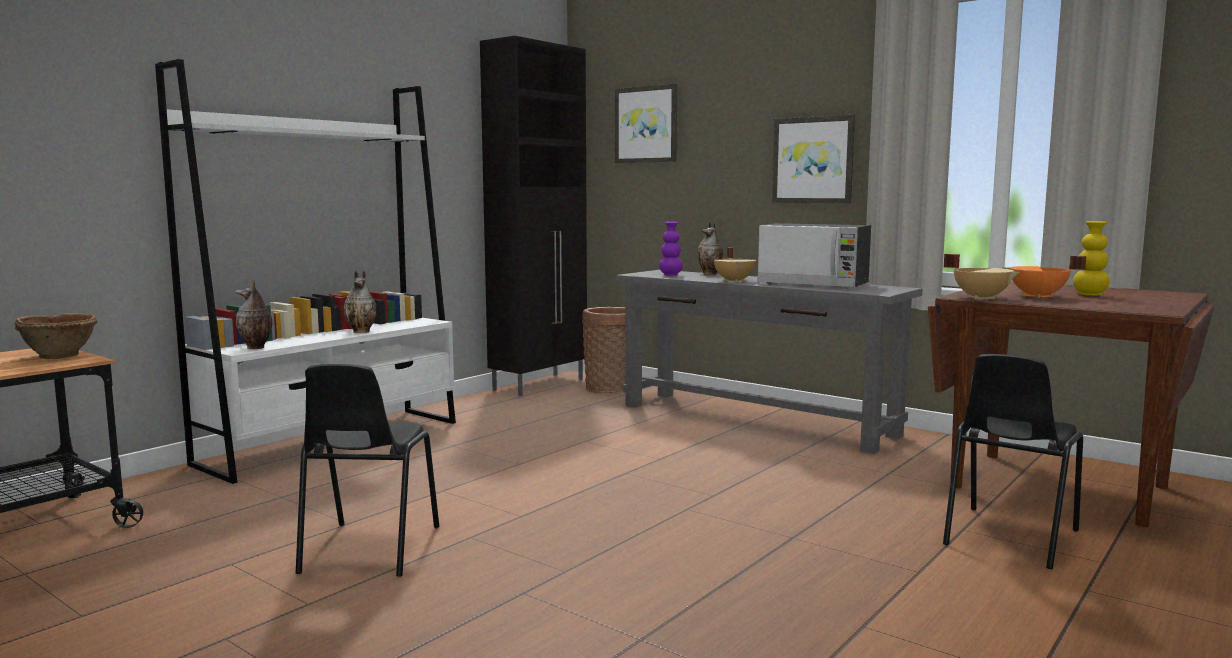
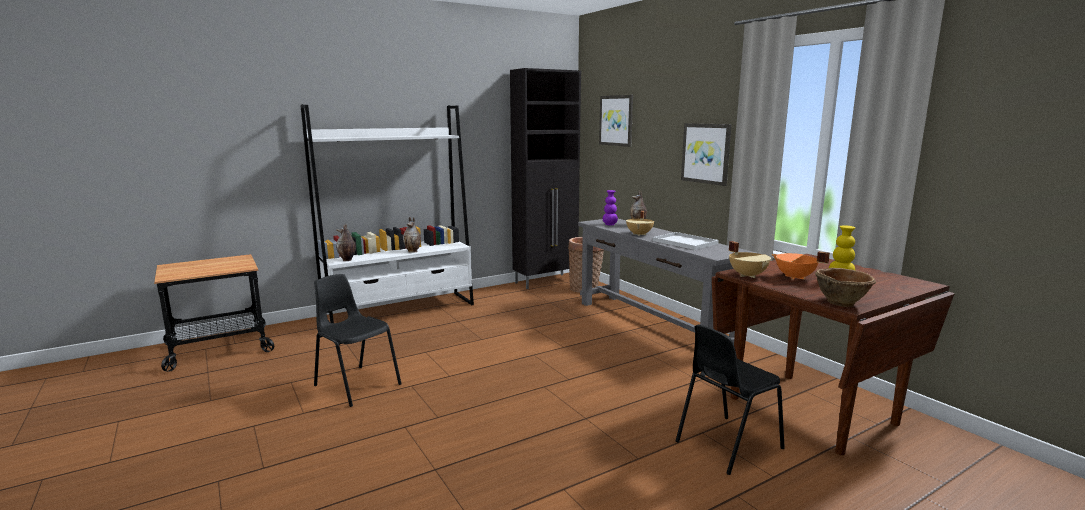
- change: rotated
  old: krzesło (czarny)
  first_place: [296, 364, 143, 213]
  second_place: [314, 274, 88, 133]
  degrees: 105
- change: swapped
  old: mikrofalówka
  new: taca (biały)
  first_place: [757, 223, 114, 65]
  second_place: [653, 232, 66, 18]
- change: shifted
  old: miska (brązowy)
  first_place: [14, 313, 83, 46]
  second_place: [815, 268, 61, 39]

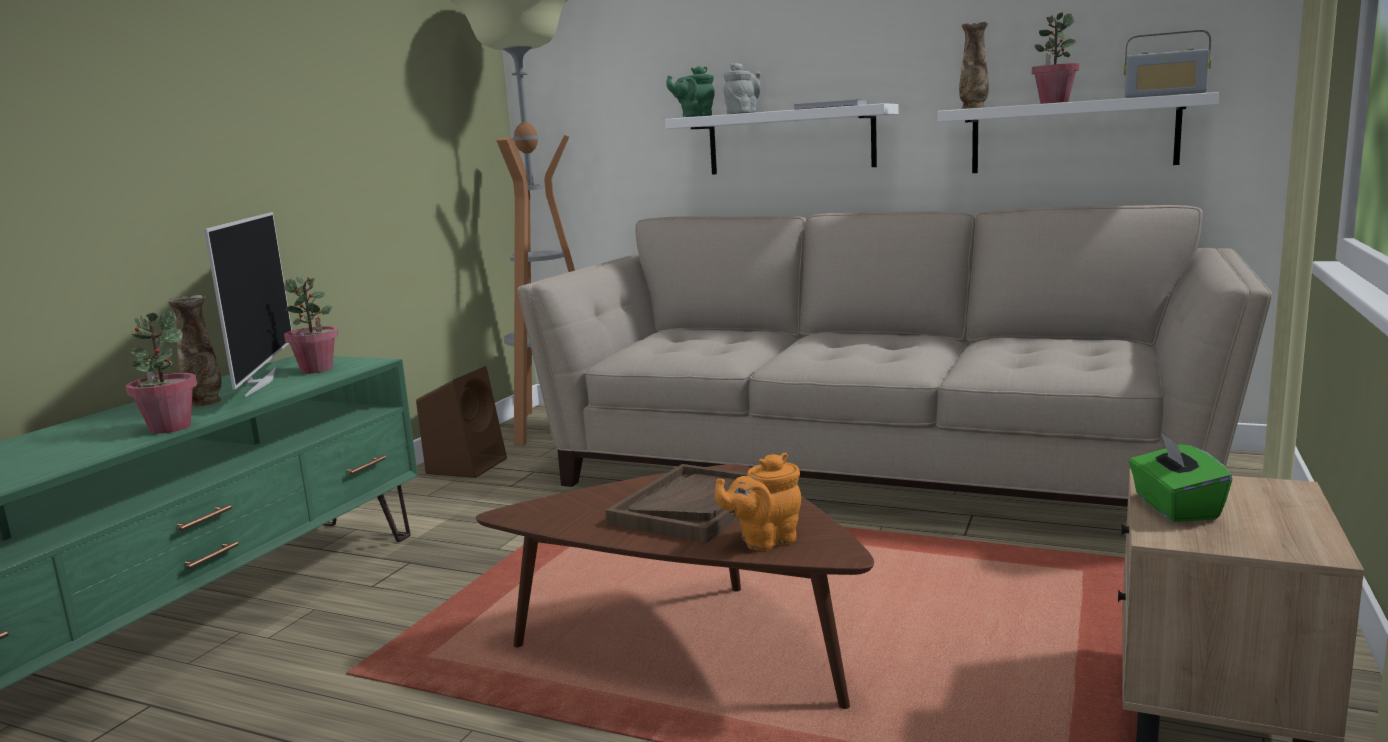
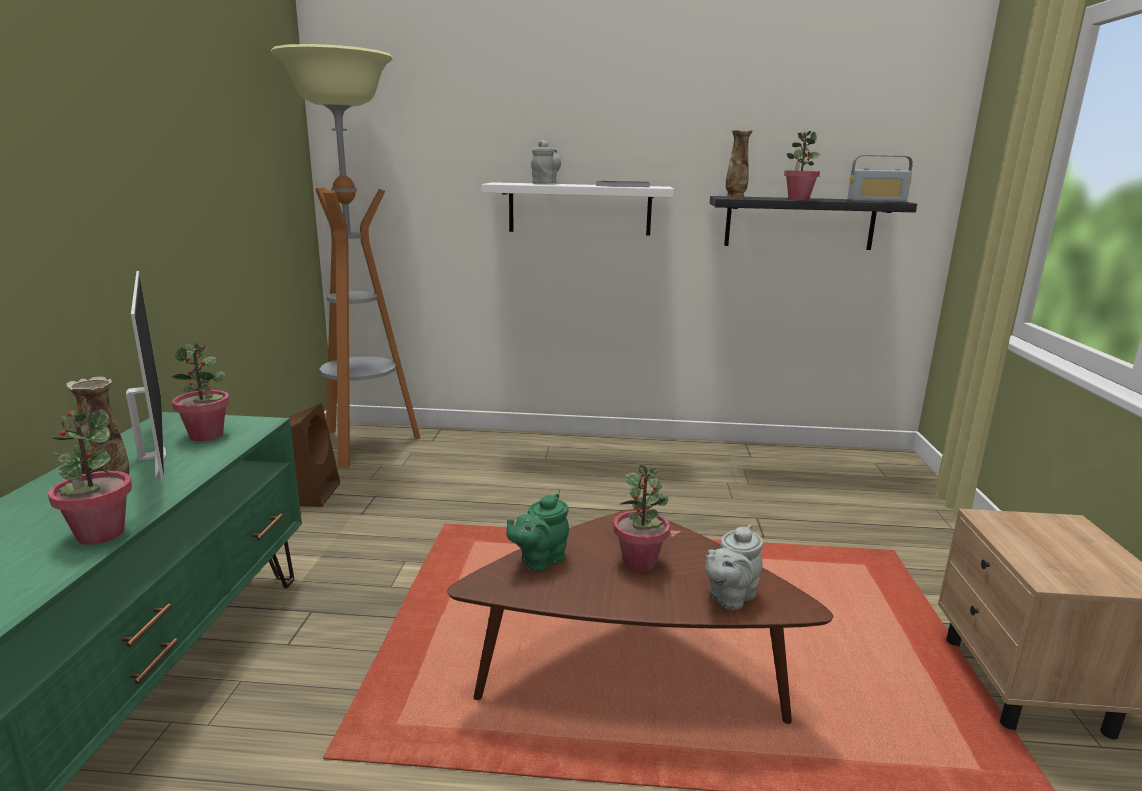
- change: shifted
  old: imbryk (zielony)
  first_place: [666, 66, 49, 51]
  second_place: [506, 493, 63, 79]
- change: swapped
  old: taca (brązowy)
  new: roślina doniczkowa
  first_place: [605, 464, 142, 79]
  second_place: [614, 465, 56, 106]
- change: repainted
  old: imbryk (pomarańczowy)
  new: imbryk (szary)
  first_place: [715, 453, 86, 98]
  second_place: [705, 524, 58, 86]
- change: repainted
  old: półka (biały)
  new: półka (czarny)
  first_place: [938, 92, 281, 81]
  second_place: [710, 196, 207, 54]
- change: gone
  old: kanapa (beżowy)
  first_place: [518, 205, 754, 302]
- change: gone
  old: pudełko chusteczek (zielony)
  first_place: [1128, 433, 104, 89]

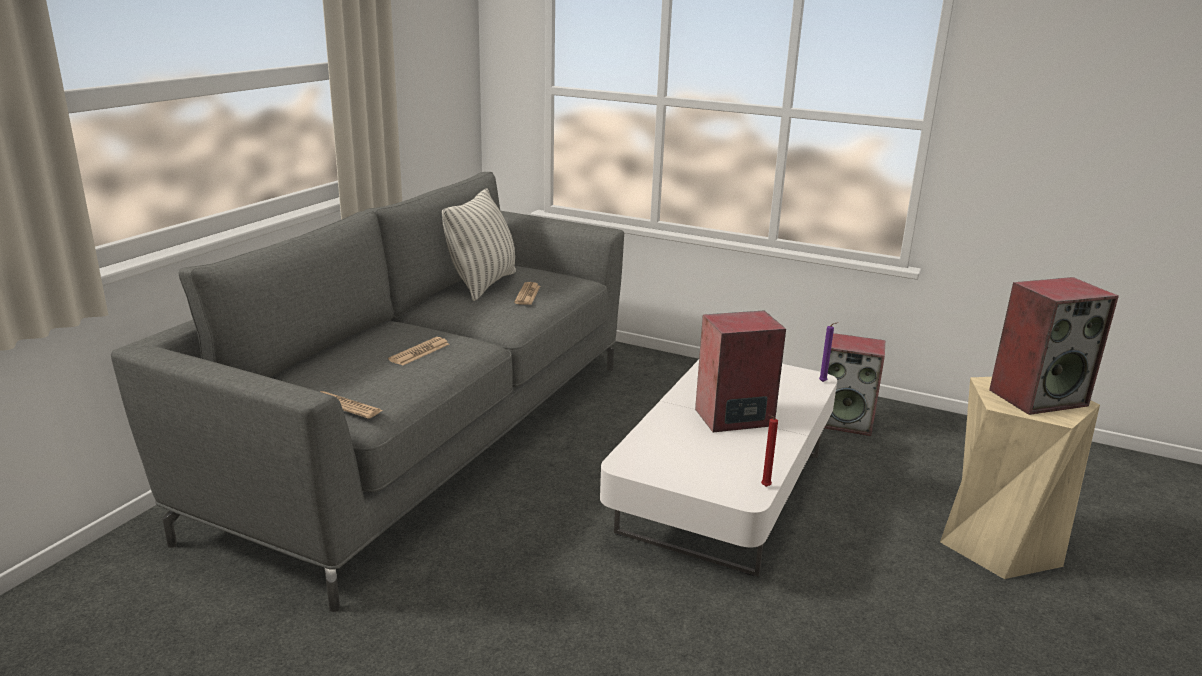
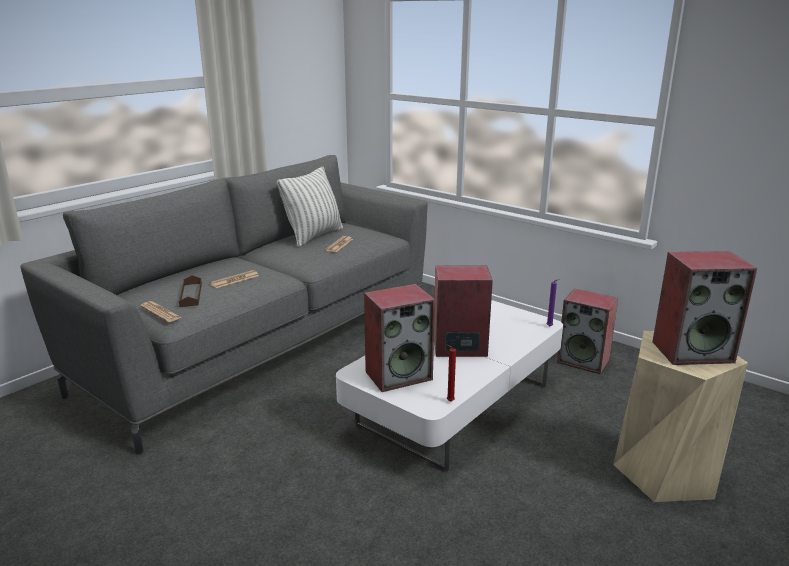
- change: new
  new: taca (brązowy)
  second_place: [179, 275, 23, 32]
- change: new
  new: głośnik
  second_place: [364, 284, 71, 108]

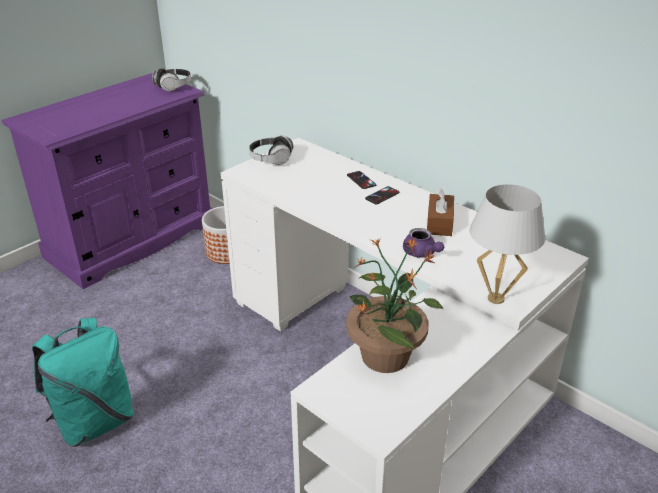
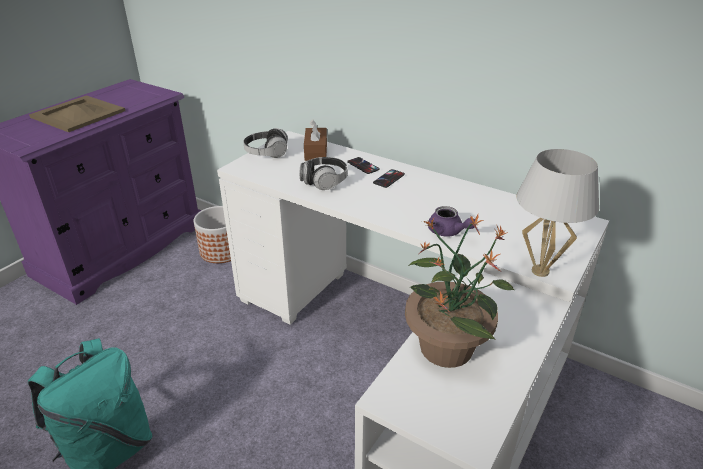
- change: new
  new: taca (beżowy)
  second_place: [29, 96, 96, 36]
- change: shifted
  old: słuchawki
  first_place: [152, 68, 39, 24]
  second_place: [300, 157, 48, 33]
- change: shifted
  old: pudełko chusteczek (brązowy)
  first_place: [427, 188, 27, 48]
  second_place: [304, 120, 23, 41]

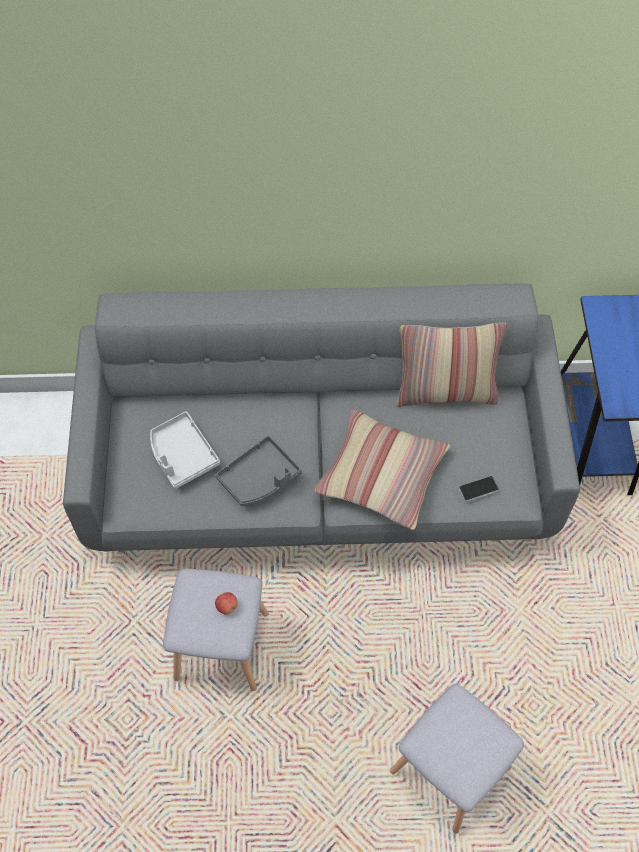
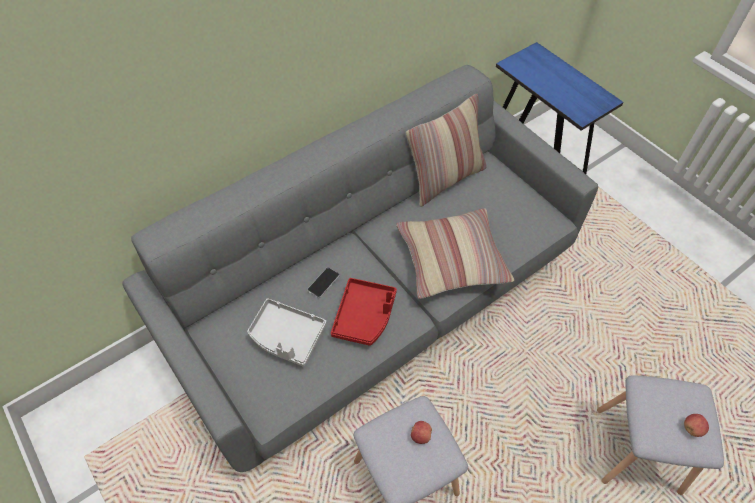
- change: shifted
  old: telefon
  first_place: [459, 476, 40, 25]
  second_place: [307, 267, 33, 31]
- change: repainted
  old: taca (szary)
  new: taca (czerwony)
  first_place: [215, 436, 87, 70]
  second_place: [331, 278, 66, 68]
- change: new
  new: jabłko
  second_place: [684, 414, 25, 23]

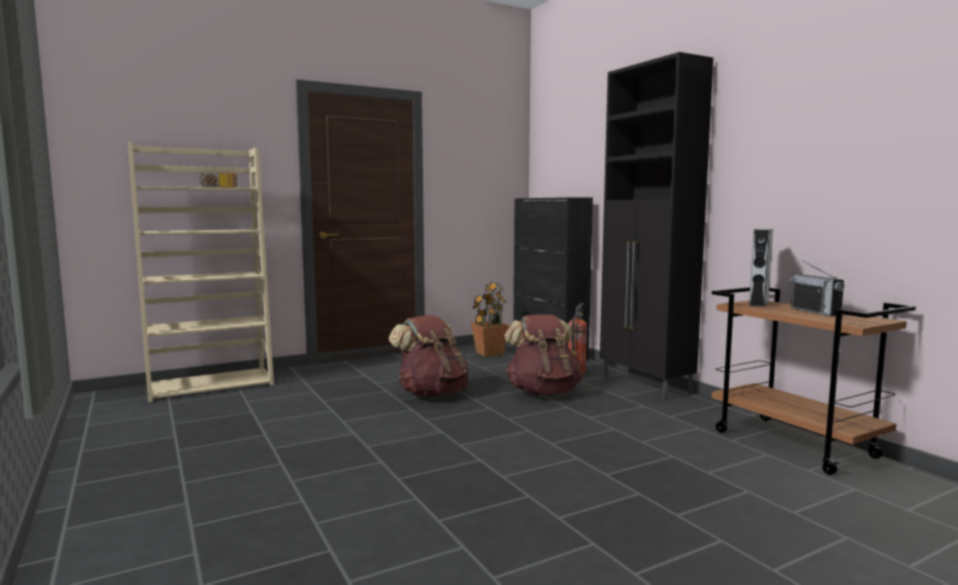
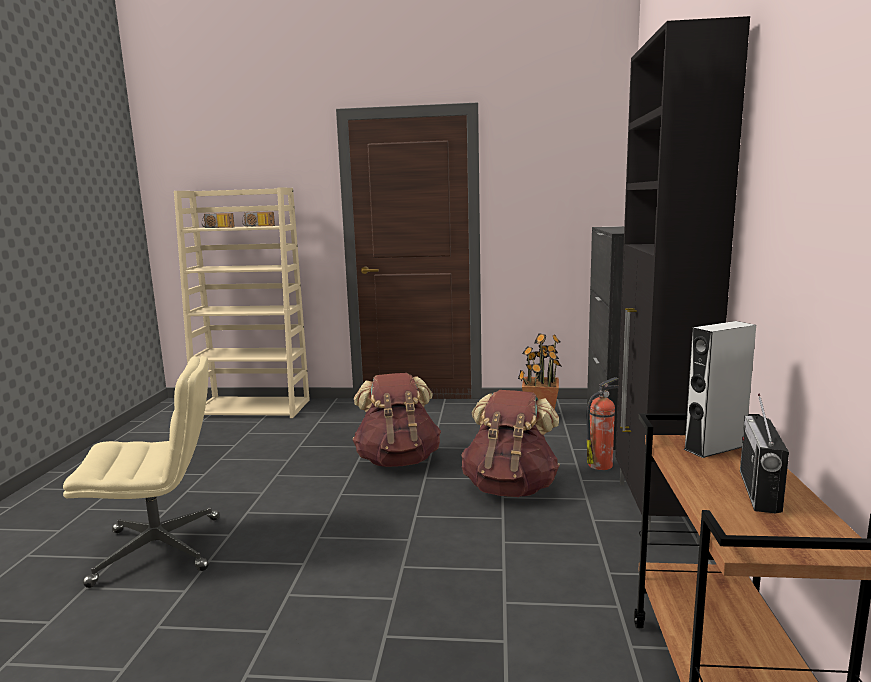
- change: new
  new: krzesło biurowe (beżowy)
  second_place: [63, 356, 156, 232]
- change: new
  new: radio
  second_place: [202, 213, 33, 15]

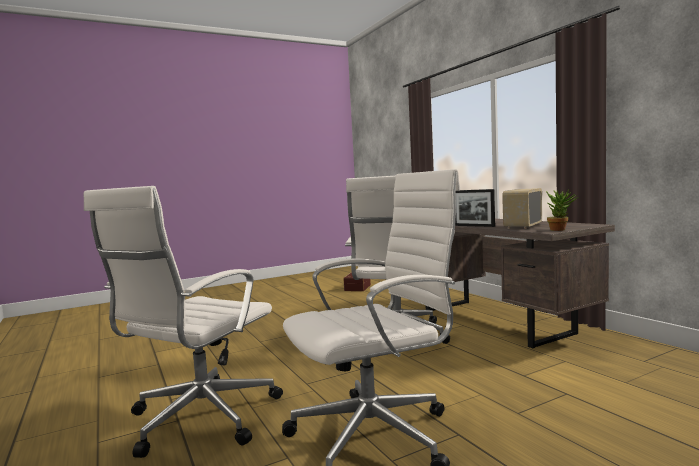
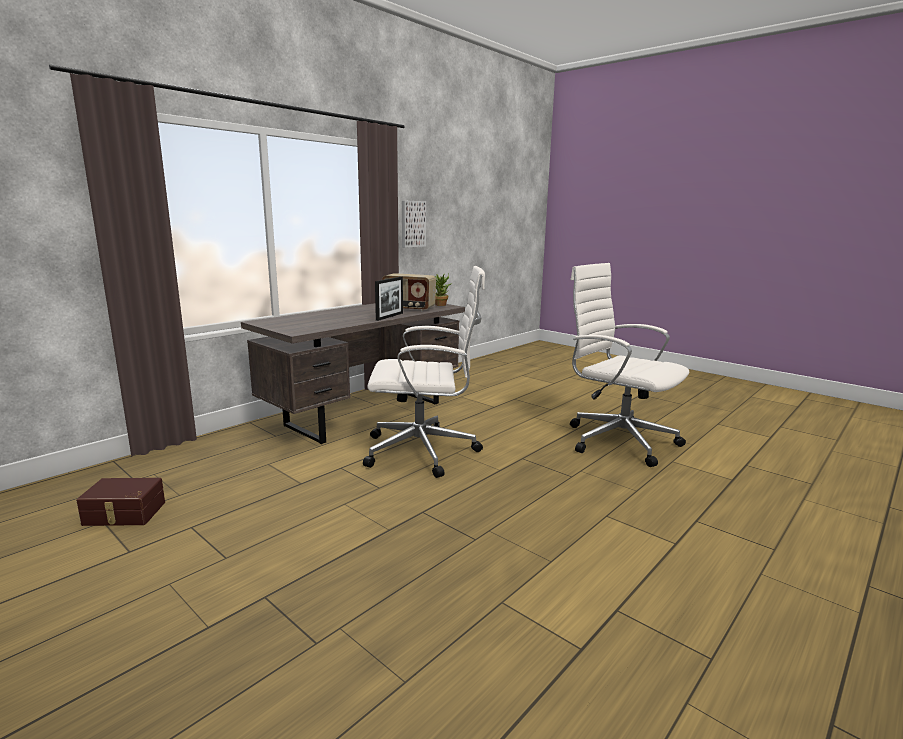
- change: new
  new: obraz
  second_place: [402, 201, 24, 47]
- change: gone
  old: krzesło biurowe (biały)
  first_place: [83, 186, 200, 272]

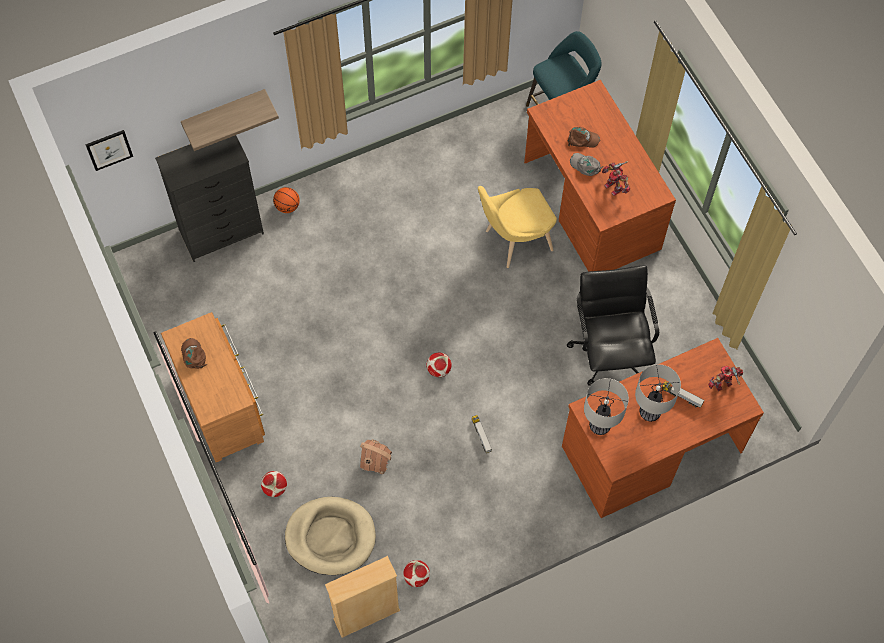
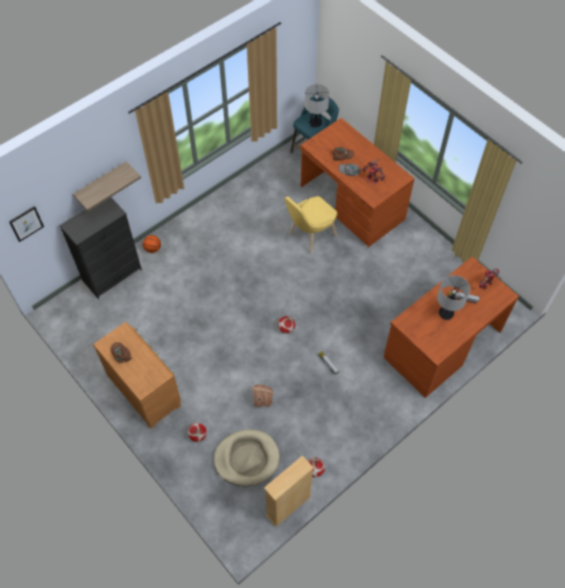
- change: shifted
  old: lampa stołowa
  first_place: [584, 378, 45, 57]
  second_place: [305, 84, 24, 43]
- change: gone
  old: krzesło biurowe (czarny)
  first_place: [567, 266, 92, 120]

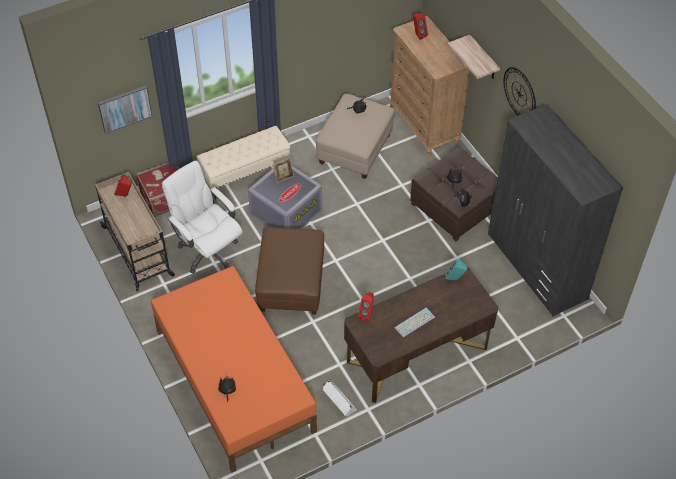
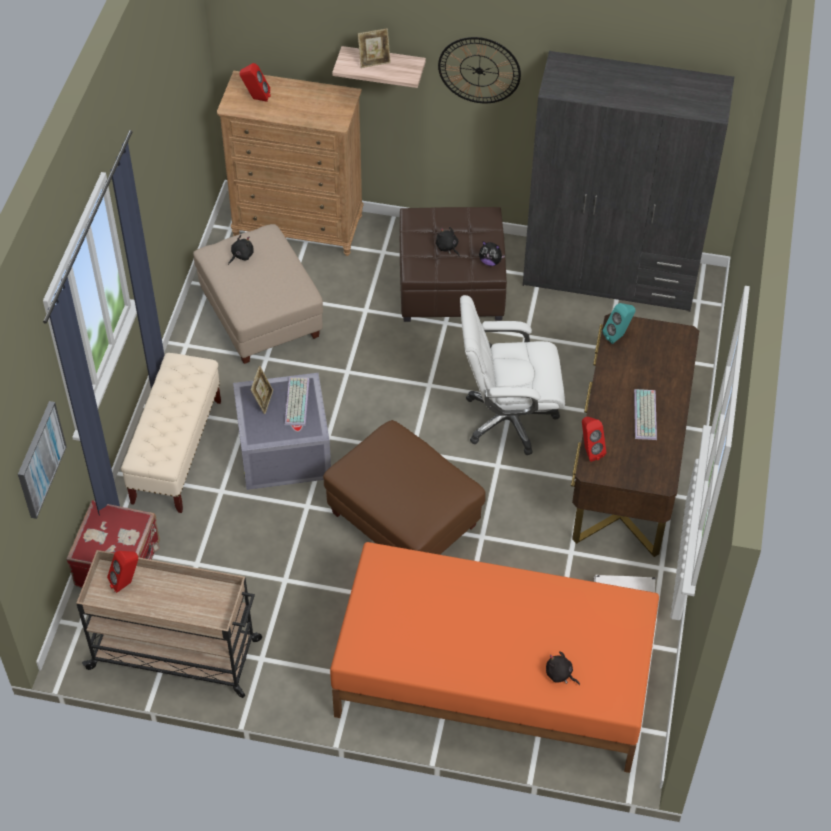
- change: new
  new: klawiatura
  second_place: [285, 377, 25, 49]
- change: new
  new: ramka na zdjęcie
  second_place: [358, 28, 33, 40]
- change: shifted
  old: krzesło biurowe (biały)
  first_place: [162, 161, 80, 112]
  second_place: [460, 295, 105, 160]

